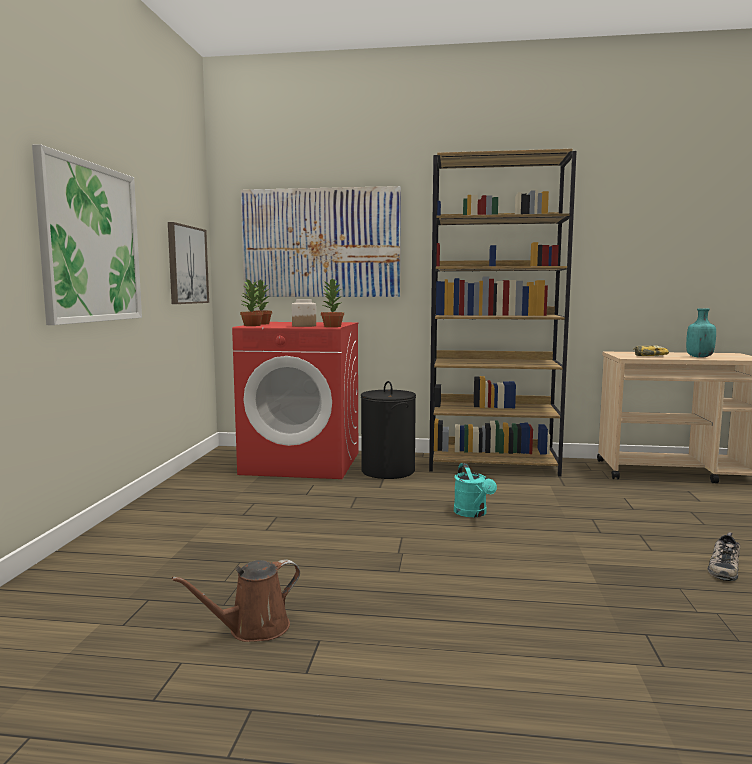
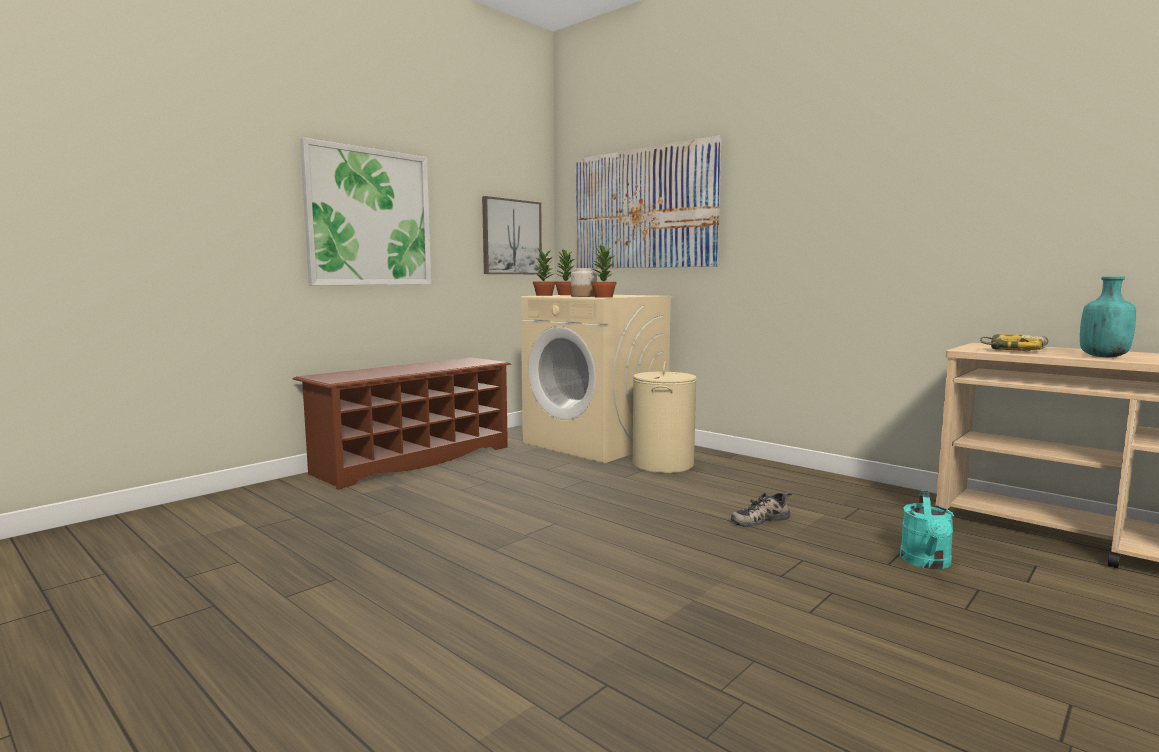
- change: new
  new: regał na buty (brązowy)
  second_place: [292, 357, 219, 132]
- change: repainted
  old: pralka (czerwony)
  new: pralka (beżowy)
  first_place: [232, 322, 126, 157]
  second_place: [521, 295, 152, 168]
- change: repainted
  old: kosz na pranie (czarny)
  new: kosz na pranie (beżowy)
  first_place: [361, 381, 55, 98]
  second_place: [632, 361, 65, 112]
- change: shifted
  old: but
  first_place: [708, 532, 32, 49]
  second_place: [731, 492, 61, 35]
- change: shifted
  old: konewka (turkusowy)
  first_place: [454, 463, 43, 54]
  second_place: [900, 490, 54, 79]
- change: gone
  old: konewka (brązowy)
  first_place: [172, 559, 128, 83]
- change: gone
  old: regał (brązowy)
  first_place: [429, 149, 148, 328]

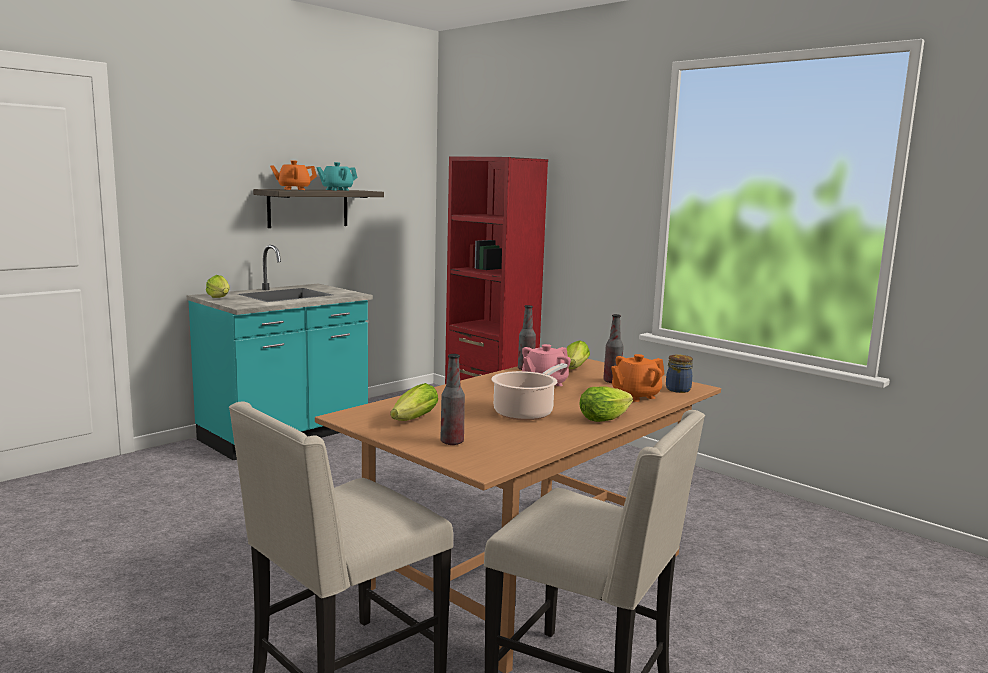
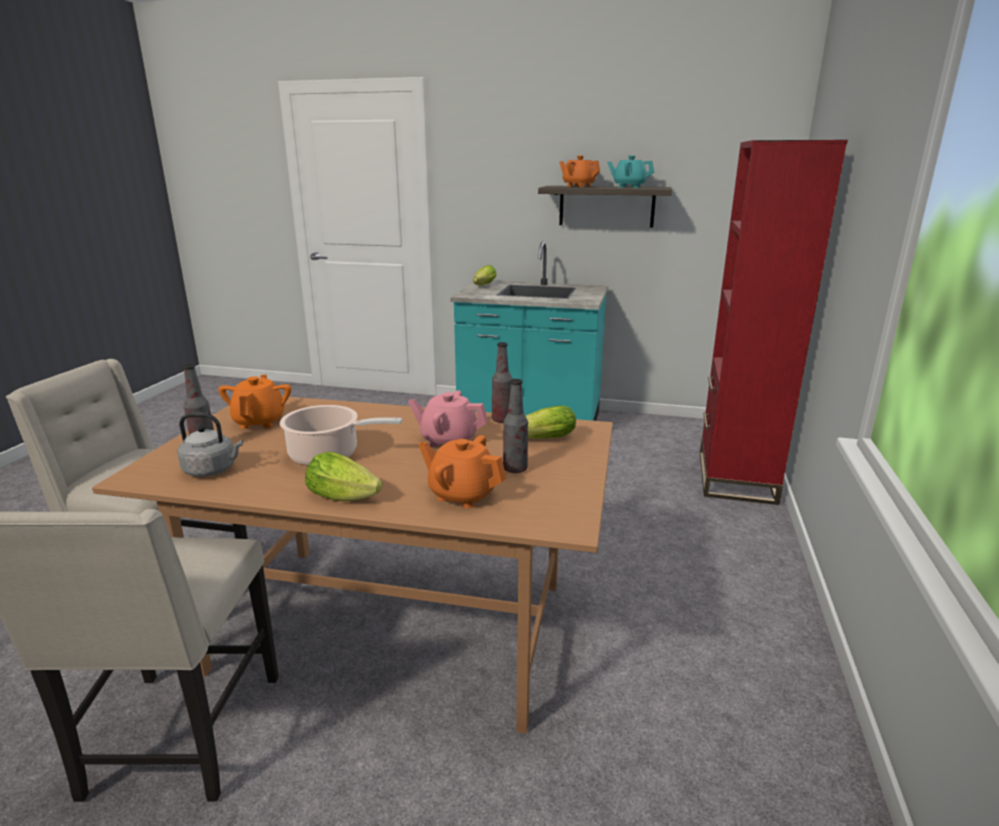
- change: new
  new: czajnik (szary)
  second_place: [177, 413, 66, 64]
- change: swapped
  old: sałata
  new: imbryk (pomarańczowy)
  first_place: [390, 383, 48, 38]
  second_place: [218, 375, 73, 54]
- change: gone
  old: słoik
  first_place: [666, 354, 27, 39]

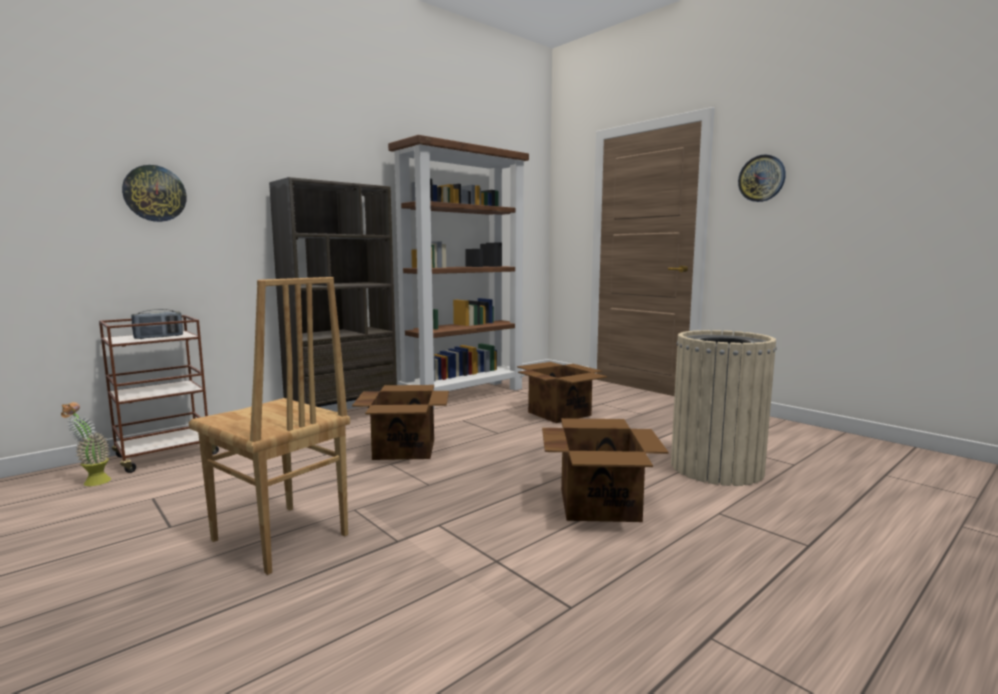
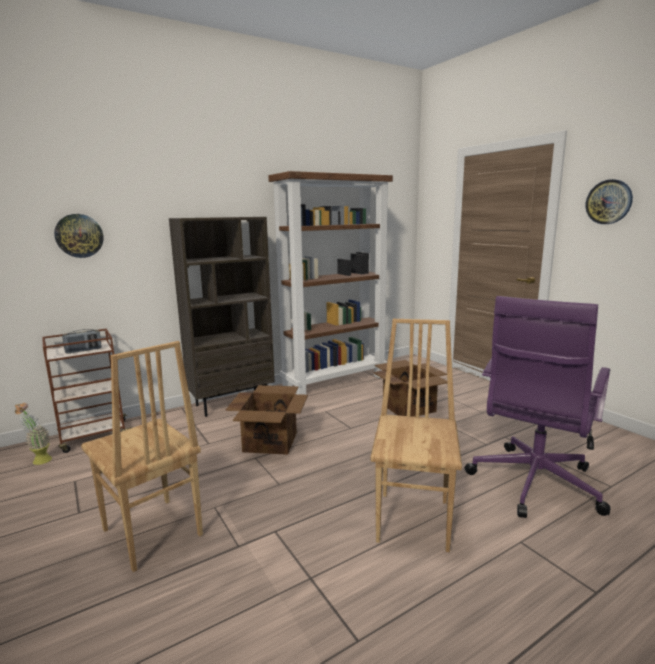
- change: swapped
  old: karton
  new: krzesło (brązowy)
  first_place: [542, 418, 127, 104]
  second_place: [371, 319, 91, 233]
- change: swapped
  old: kosz na śmieci (beżowy)
  new: krzesło biurowe (fioletowy)
  first_place: [671, 330, 106, 156]
  second_place: [465, 296, 145, 222]

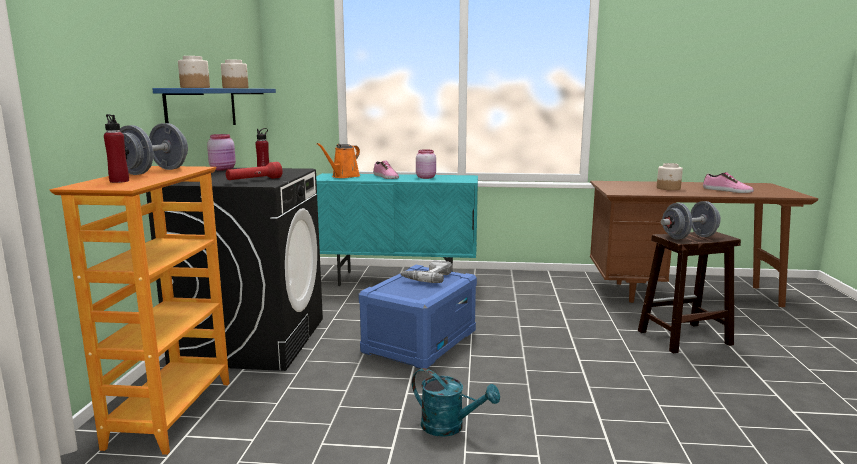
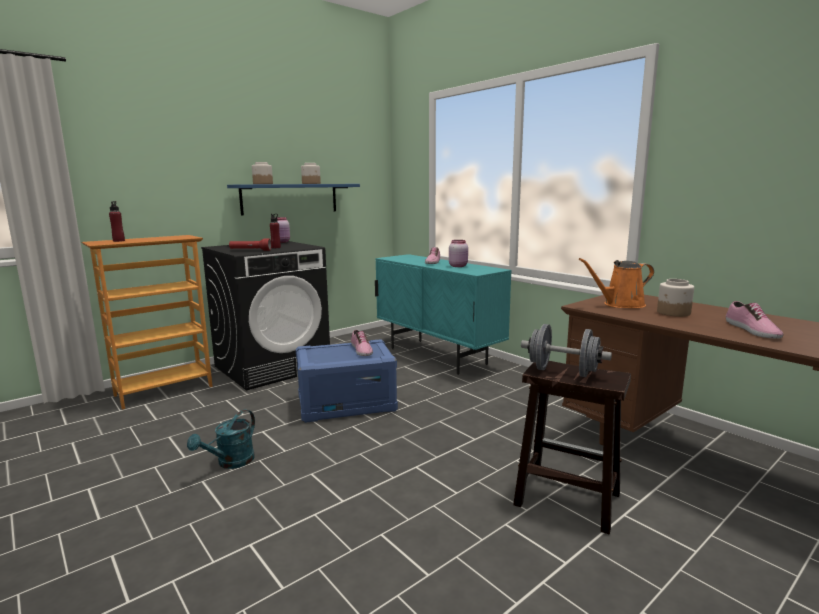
- change: rotated
  old: konewka (turkusowy)
  first_place: [412, 368, 88, 69]
  second_place: [187, 409, 68, 60]
  degrees: 45
- change: swapped
  old: wiertarka
  new: but
  first_place: [400, 260, 52, 23]
  second_place: [351, 330, 22, 26]
- change: shifted
  old: konewka (pomarańczowy)
  first_place: [317, 143, 43, 35]
  second_place: [579, 258, 75, 50]
- change: gone
  old: hantel (szary)
  first_place: [120, 123, 68, 52]

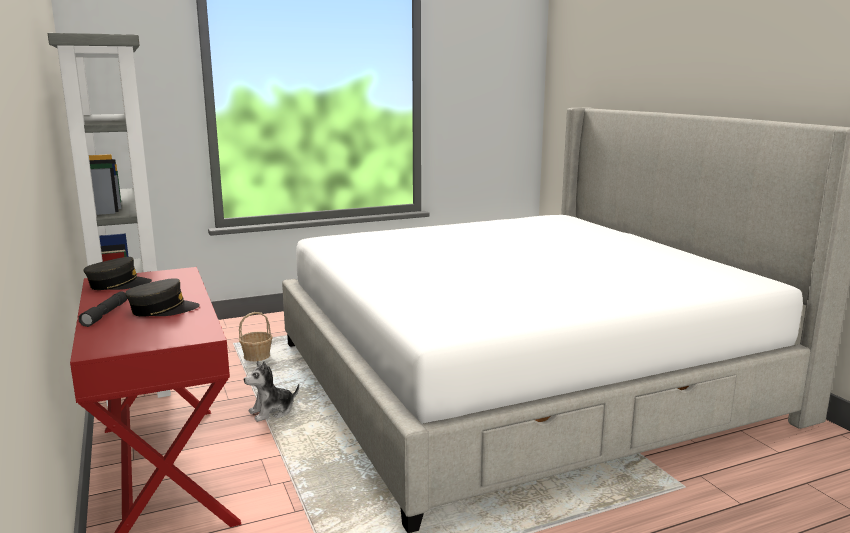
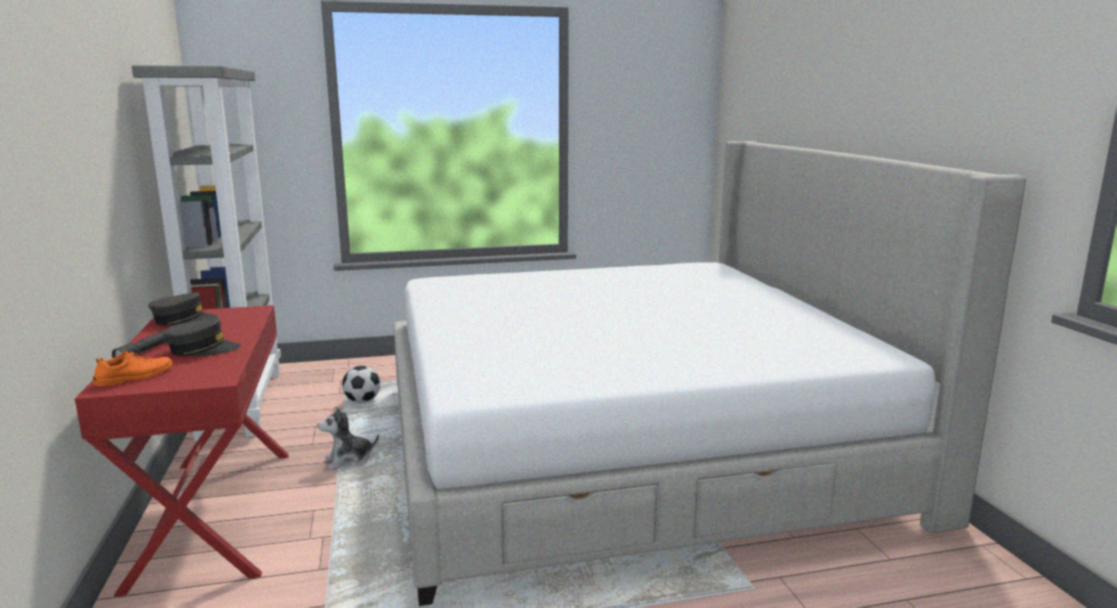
- change: new
  new: but (pomarańczowy)
  second_place: [93, 351, 80, 35]
- change: swapped
  old: koszyk
  new: piłka futbolowa
  first_place: [239, 312, 34, 49]
  second_place: [342, 366, 38, 37]

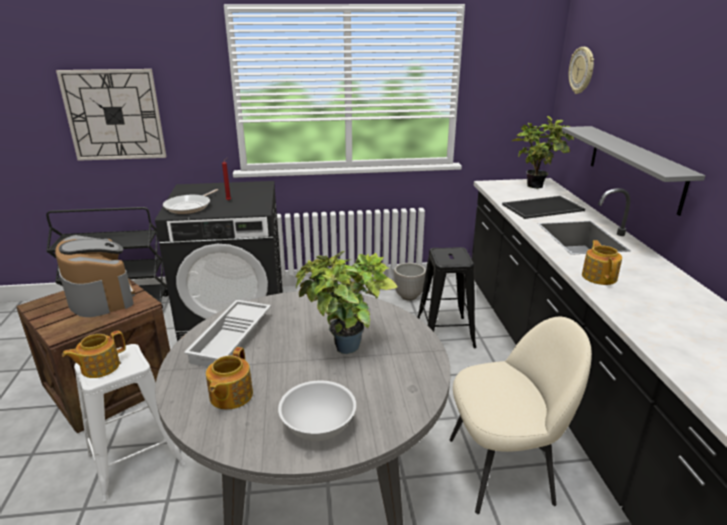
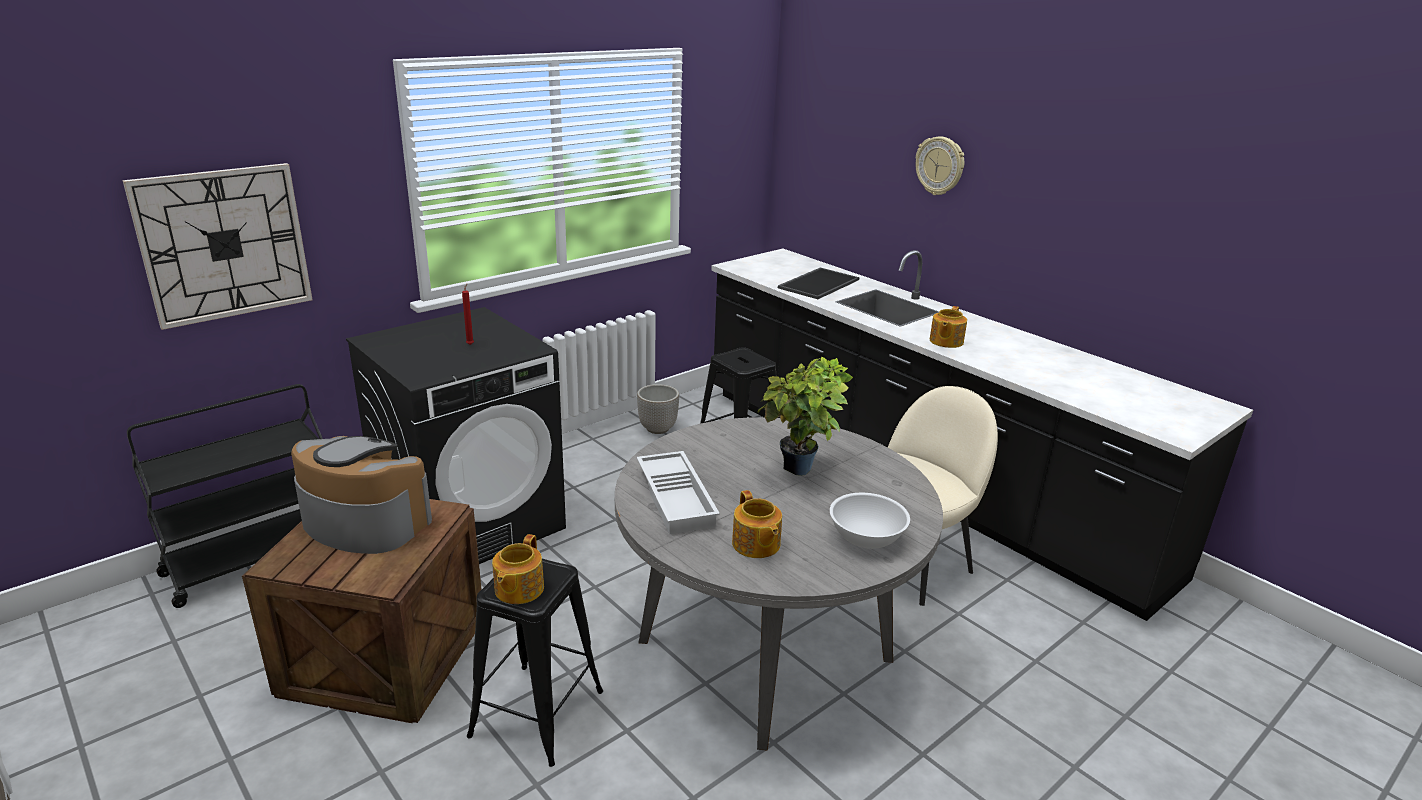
- change: repainted
  old: stołek (biały)
  new: stołek (czarny)
  first_place: [74, 344, 111, 157]
  second_place: [467, 558, 136, 209]
- change: shifted
  old: zegar ścienny
  first_place: [569, 47, 25, 47]
  second_place: [916, 136, 48, 59]
- change: rotated
  old: imbryk
  first_place: [582, 240, 40, 45]
  second_place: [930, 306, 37, 42]
  degrees: -120
- change: gone
  old: patelnia
  first_place: [163, 189, 55, 25]
- change: gone
  old: roślina doniczkowa
  first_place: [512, 116, 62, 73]
- change: gone
  old: półka (szary)
  first_place: [562, 126, 143, 90]

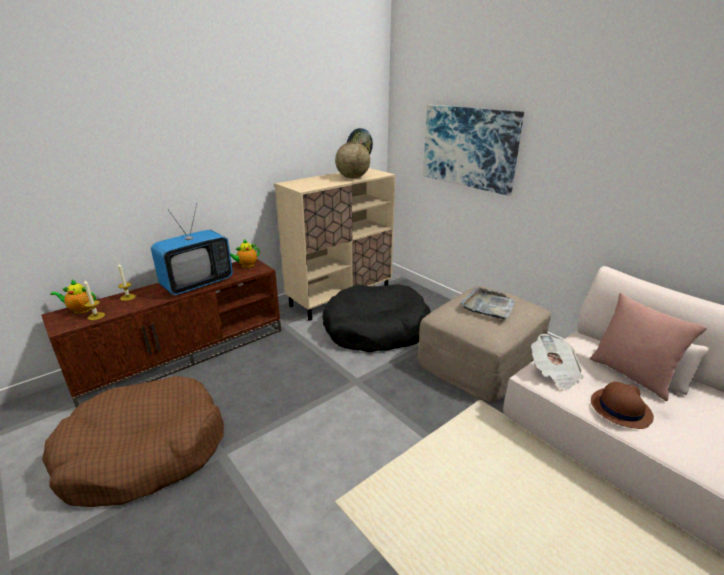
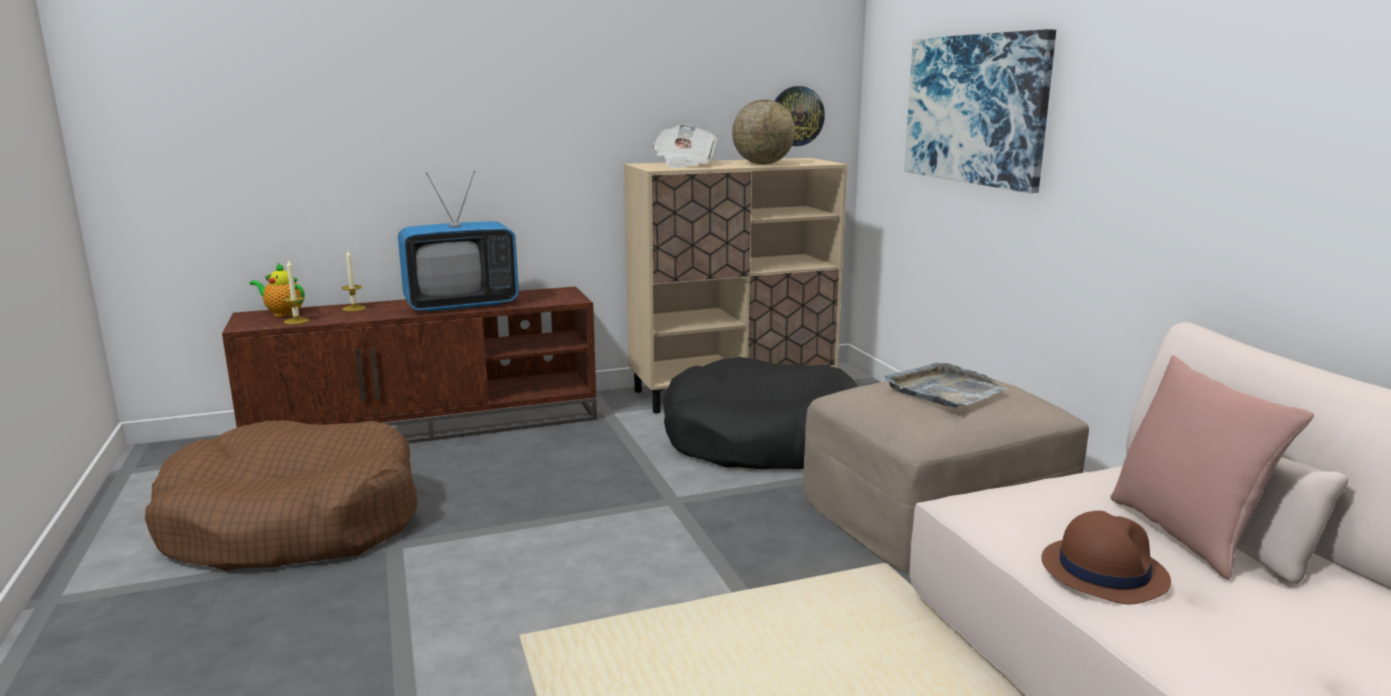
- change: shifted
  old: gazeta
  first_place: [531, 334, 53, 57]
  second_place: [653, 124, 64, 44]
- change: gone
  old: imbryk
  first_place: [230, 239, 30, 28]

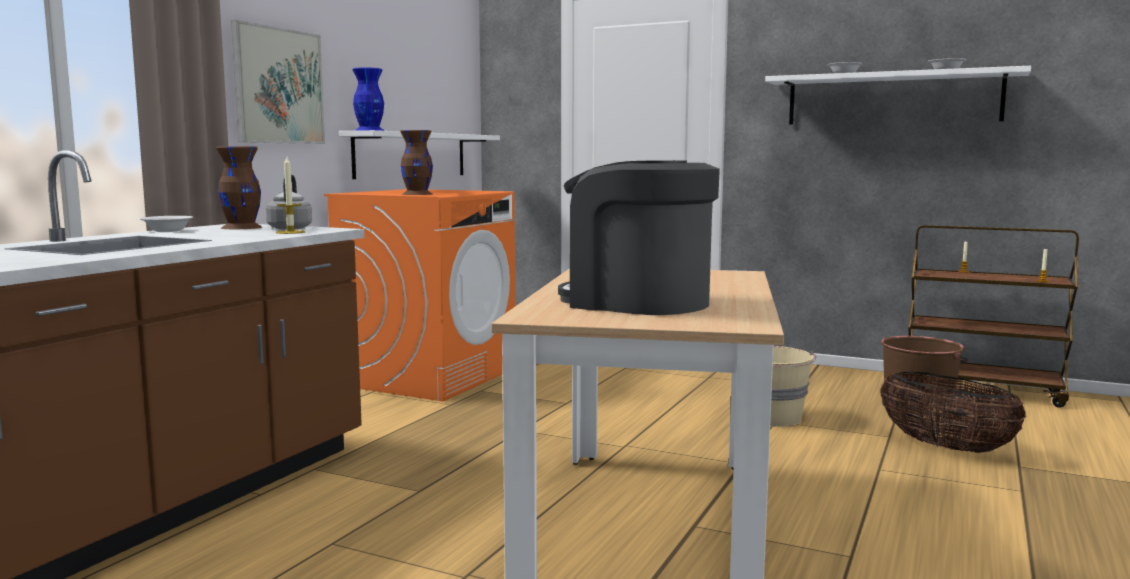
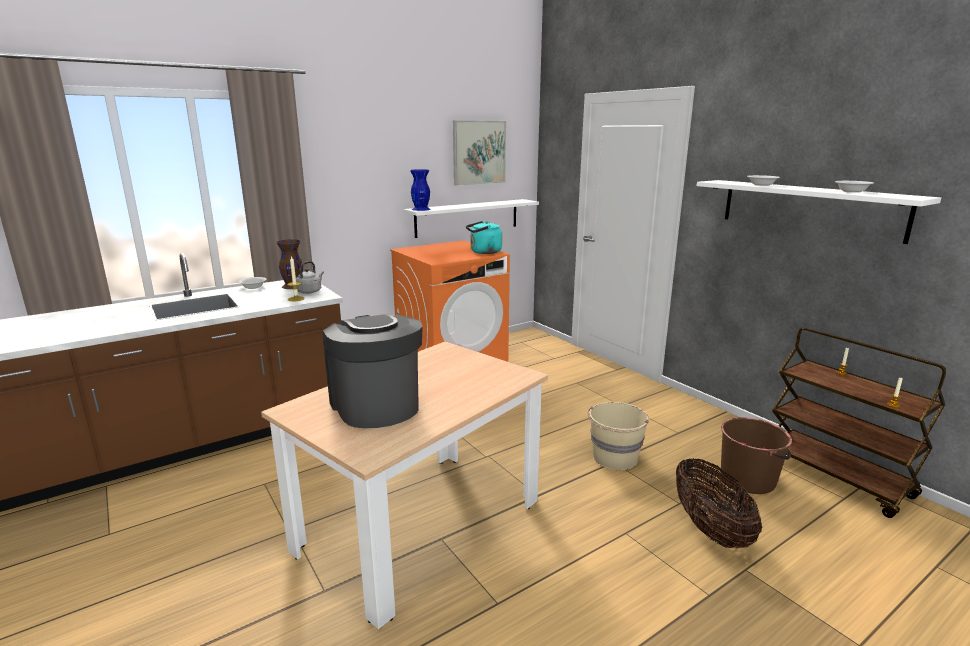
- change: shifted
  old: obraz
  first_place: [231, 20, 94, 124]
  second_place: [453, 120, 53, 65]
- change: new
  new: czajnik (turkusowy)
  second_place: [466, 221, 36, 33]
- change: gone
  old: wazon (brązowy)
  first_place: [400, 130, 33, 65]

